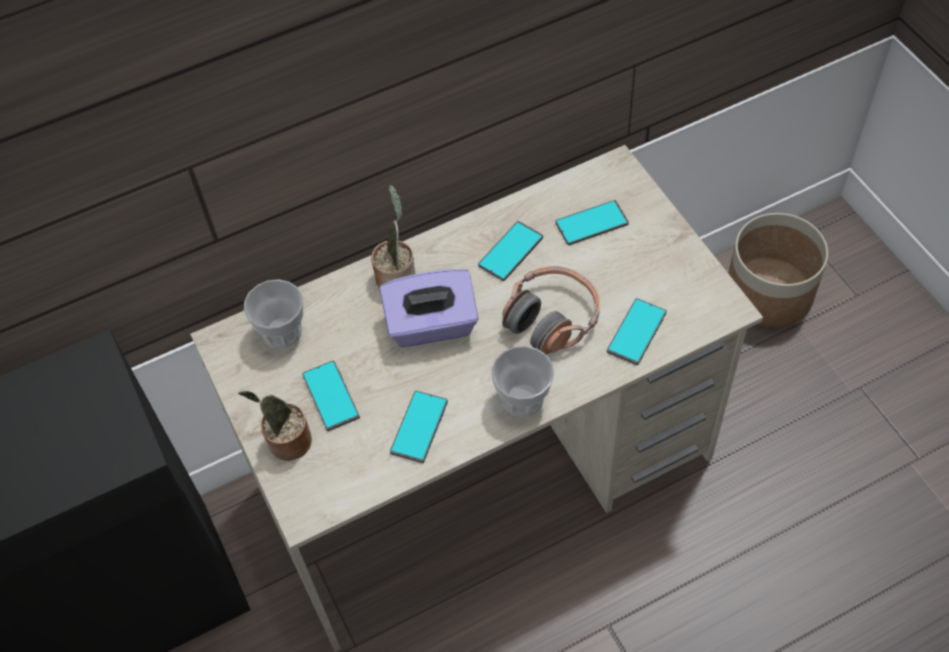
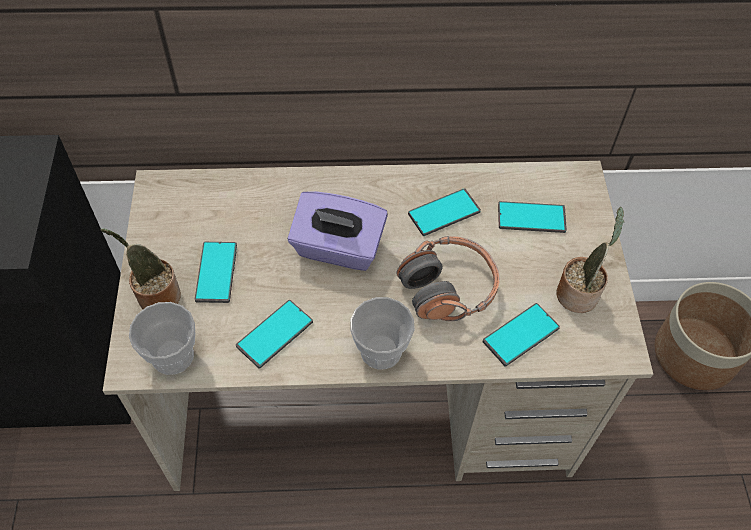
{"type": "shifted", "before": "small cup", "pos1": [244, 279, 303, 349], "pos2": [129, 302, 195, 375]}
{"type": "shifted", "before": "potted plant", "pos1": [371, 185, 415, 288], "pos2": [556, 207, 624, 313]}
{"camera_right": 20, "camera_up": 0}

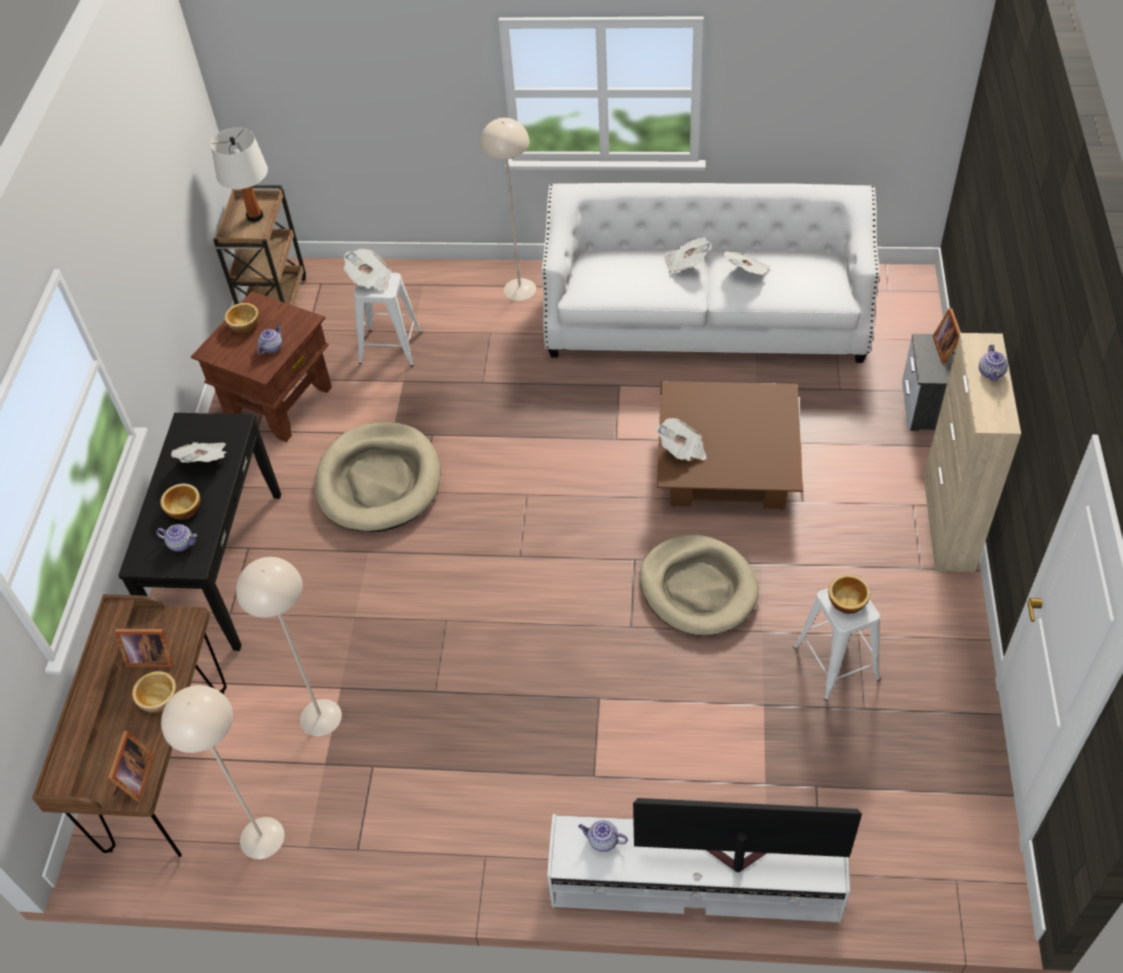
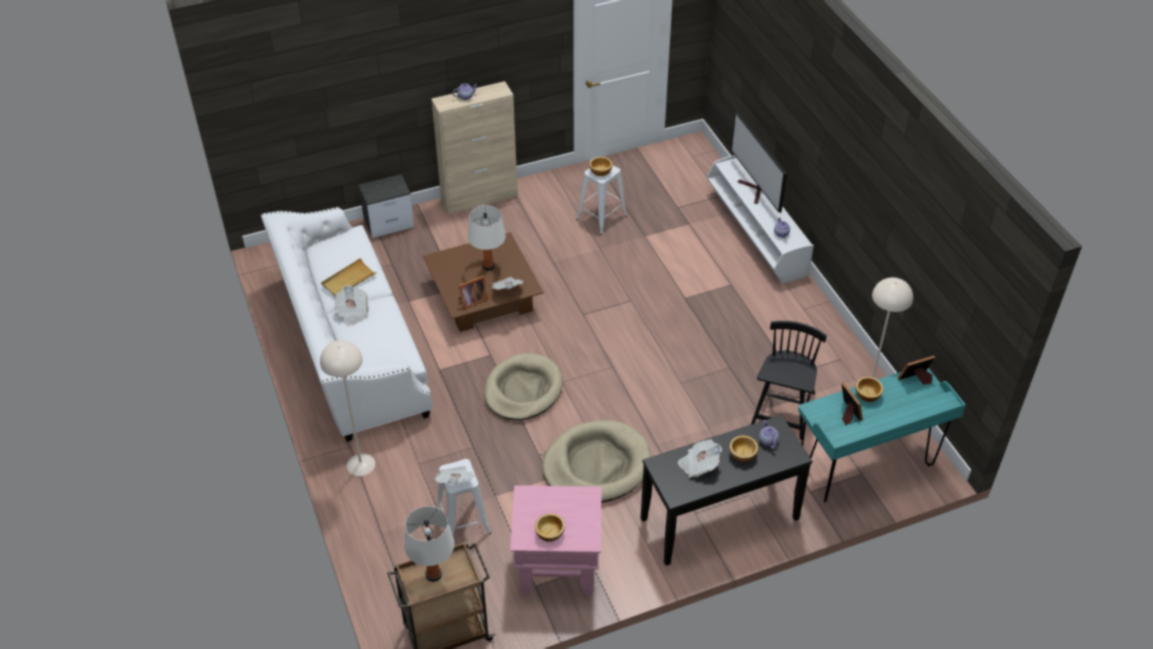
{"type": "repainted", "before": "brown-coloured desk unit", "after": "blue-green desk unit", "pos1": [32, 594, 227, 857], "pos2": [798, 368, 966, 502]}
{"type": "repainted", "before": "brown-coloured end table", "after": "pinkish end table", "pos1": [191, 291, 332, 442], "pos2": [510, 485, 601, 594]}
{"type": "swapped", "before": "sand-coloured standing lamp", "after": "blackish chair", "pos1": [236, 557, 342, 736], "pos2": [751, 321, 827, 440]}
{"type": "gone", "before": "tea pot", "pos1": [257, 323, 282, 355]}
{"type": "shifted", "before": "sand-coloured pet bed", "pos1": [640, 534, 759, 636], "pos2": [484, 353, 563, 420]}
{"type": "swapped", "before": "newspaper", "after": "sand-coloured serving tray", "pos1": [724, 251, 770, 275], "pos2": [321, 258, 377, 297]}
{"type": "shifted", "before": "standing frame", "pos1": [933, 308, 961, 364], "pos2": [459, 276, 489, 310]}
{"type": "new", "after": "whitish tabletop lamp", "pos2": [468, 205, 506, 271]}
{"camera_right": -120, "camera_up": -5}

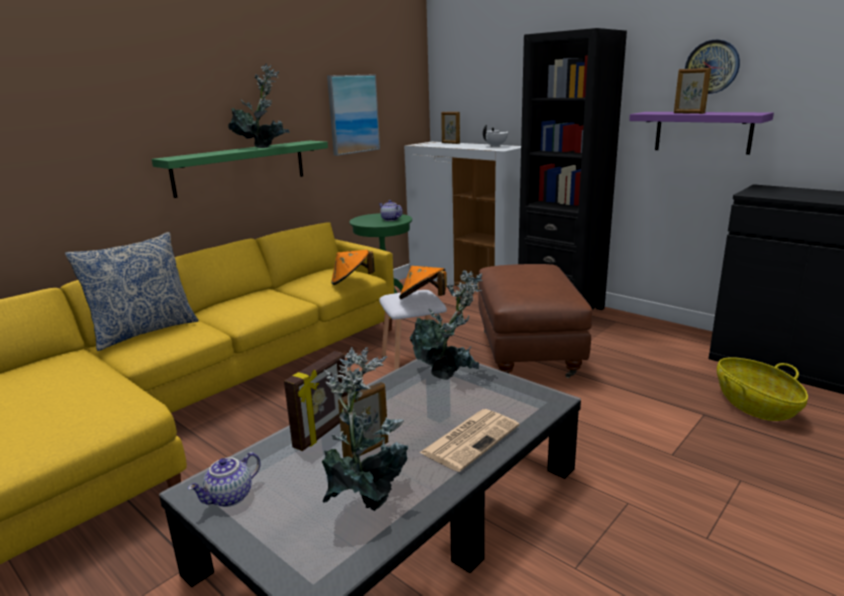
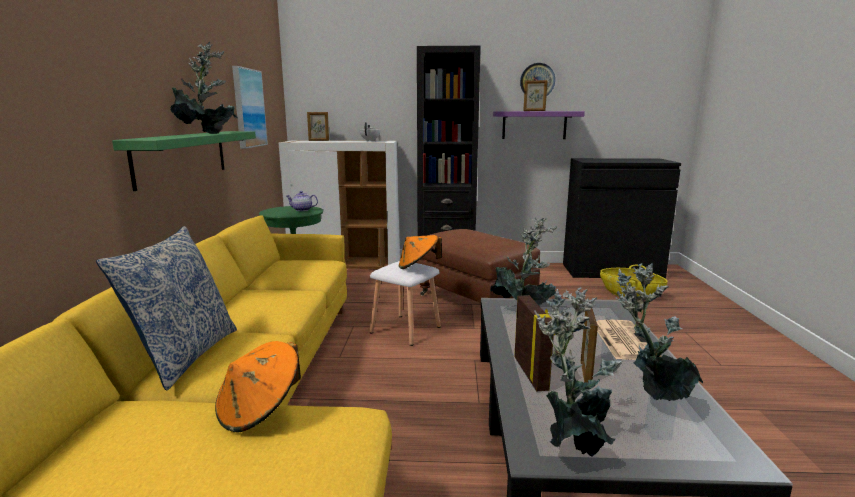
{"type": "swapped", "before": "tea pot", "after": "potted plant", "pos1": [188, 452, 261, 507], "pos2": [534, 287, 622, 457]}
{"type": "shifted", "before": "orange-coloured hat", "pos1": [331, 249, 375, 285], "pos2": [215, 341, 301, 433]}
{"camera_right": -40, "camera_up": -5}

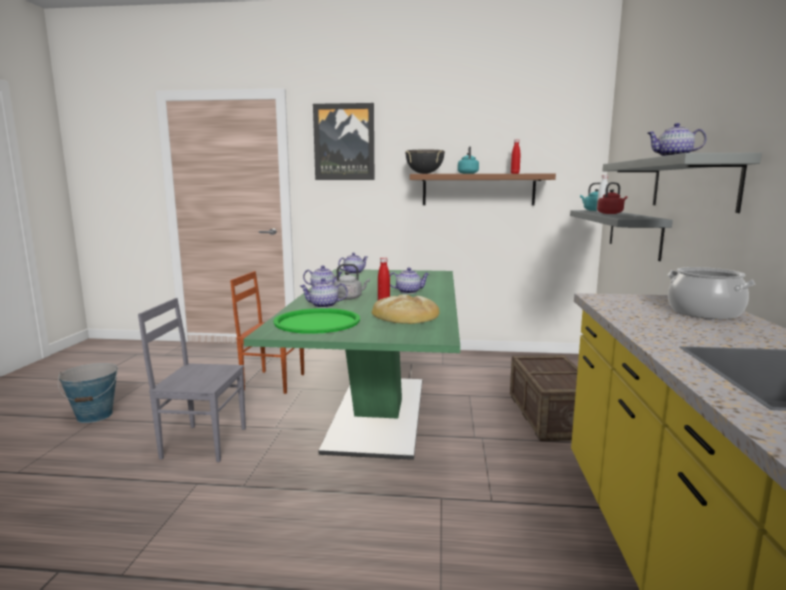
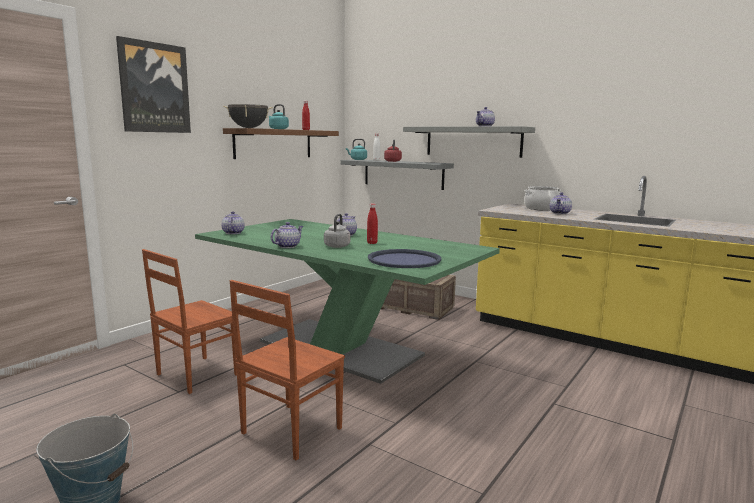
{"type": "repainted", "before": "greyish chair", "after": "brown-coloured chair", "pos1": [138, 298, 246, 462], "pos2": [230, 280, 345, 460]}
{"type": "repainted", "before": "green-coloured serving tray", "after": "blue-coloured serving tray", "pos1": [273, 308, 360, 334], "pos2": [368, 249, 441, 268]}
{"type": "shifted", "before": "tea pot", "pos1": [300, 278, 348, 308], "pos2": [550, 193, 572, 214]}
{"type": "gone", "before": "baked bread", "pos1": [371, 295, 440, 324]}
{"camera_right": -60, "camera_up": 0}

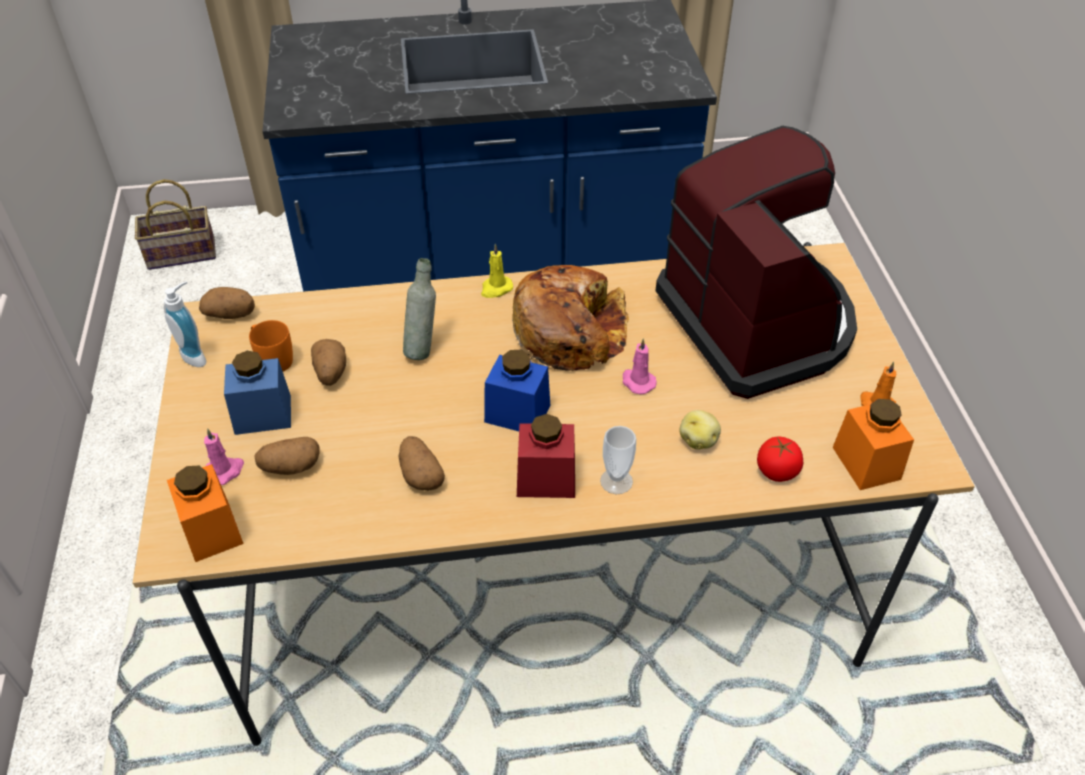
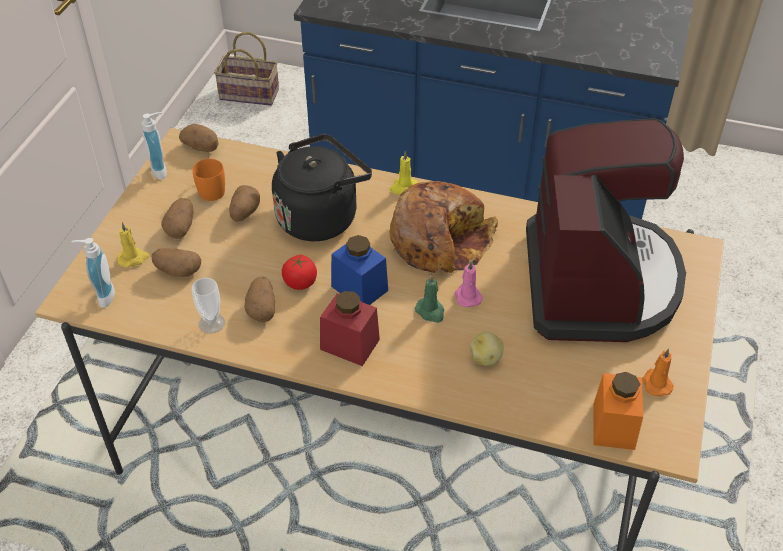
{"type": "swapped", "before": "orange-coloured jar", "after": "liquid soap bottle", "pos1": [167, 464, 244, 562], "pos2": [72, 238, 115, 308]}
{"type": "repainted", "before": "pinkish wax light", "after": "yellowish wax light", "pos1": [204, 428, 244, 485], "pos2": [117, 222, 150, 268]}
{"type": "swapped", "before": "blue-coloured jar", "after": "potato", "pos1": [224, 351, 291, 435], "pos2": [161, 198, 193, 239]}
{"type": "swapped", "before": "greyish beverage bottle", "after": "blackish water kettle", "pos1": [403, 258, 436, 360], "pos2": [272, 134, 372, 241]}
{"type": "shifted", "before": "small cup", "pos1": [600, 426, 636, 494], "pos2": [192, 278, 225, 334]}
{"type": "shifted", "before": "whole tomato", "pos1": [757, 436, 803, 482], "pos2": [282, 255, 317, 290]}
{"type": "new", "after": "green-coloured wax light", "pos2": [415, 274, 444, 323]}
{"camera_right": 25, "camera_up": 0}

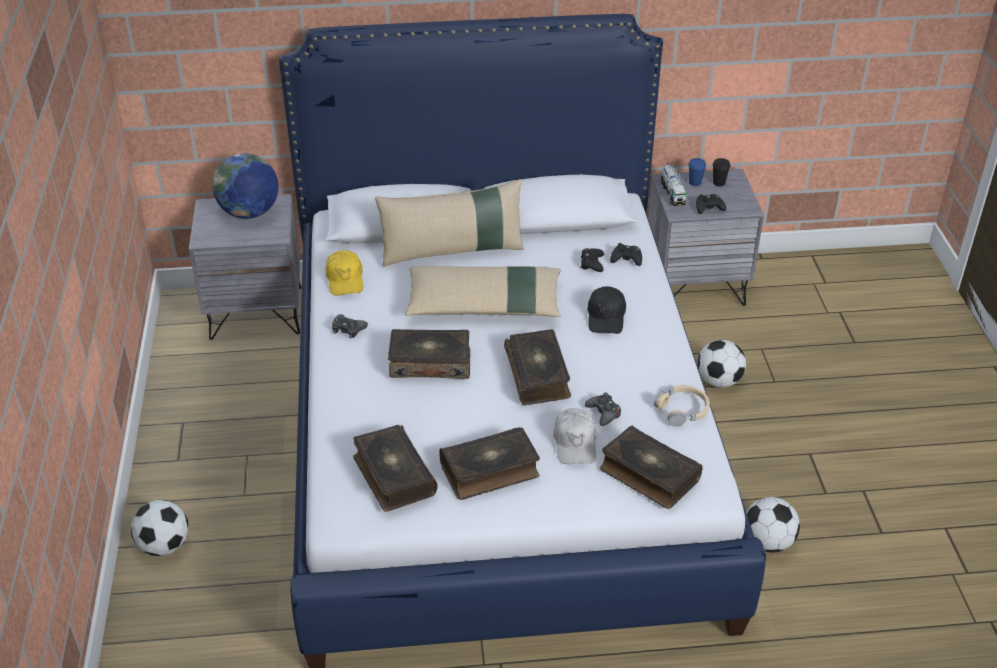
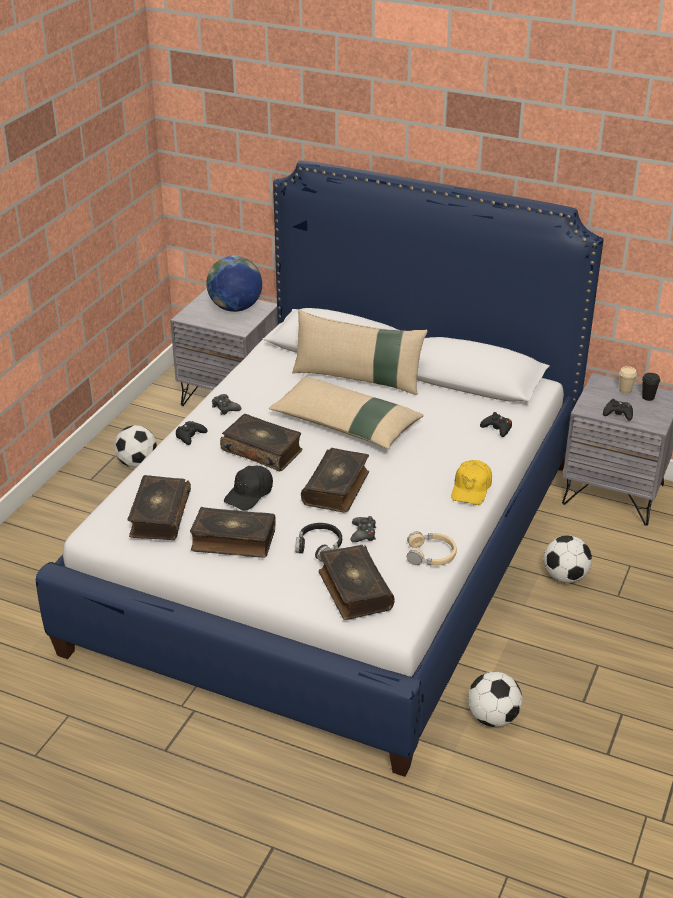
{"type": "shifted", "before": "football ball", "pos1": [131, 500, 188, 556], "pos2": [114, 425, 157, 468]}
{"type": "shifted", "before": "yellowish baseball cap", "pos1": [325, 250, 363, 296], "pos2": [451, 460, 492, 505]}
{"type": "swapped", "before": "whitish baseball cap", "after": "blackish headphones", "pos1": [553, 408, 596, 464], "pos2": [295, 523, 342, 562]}
{"type": "shifted", "before": "blackish game controller", "pos1": [580, 248, 604, 272], "pos2": [176, 421, 207, 445]}
{"type": "shifted", "before": "blackish baseball cap", "pos1": [587, 286, 626, 334], "pos2": [224, 466, 273, 510]}
{"type": "gone", "before": "model truck", "pos1": [661, 163, 687, 206]}
{"type": "repainted", "before": "blue-coloured small cup", "after": "sand-coloured small cup", "pos1": [688, 158, 706, 186], "pos2": [619, 366, 637, 394]}
{"camera_right": 30, "camera_up": -5}

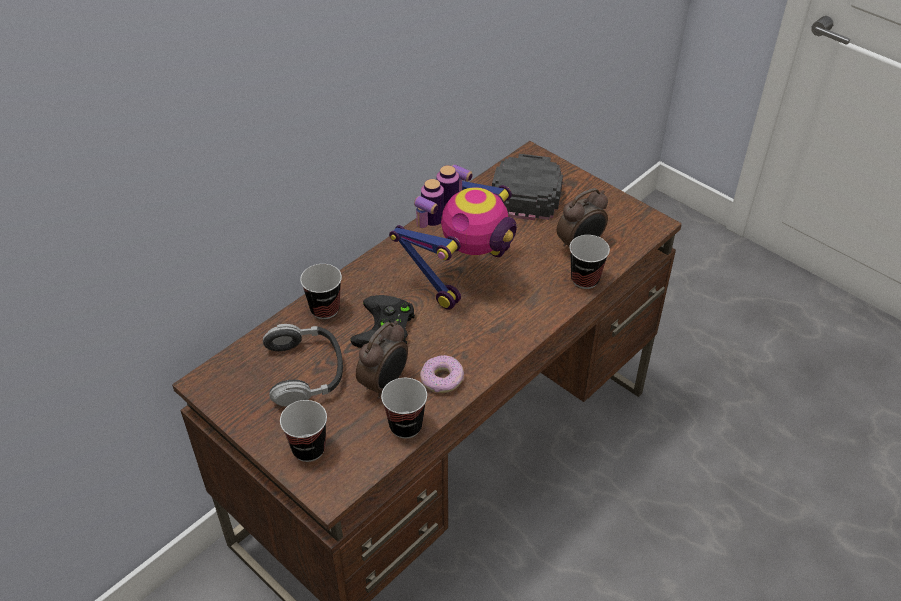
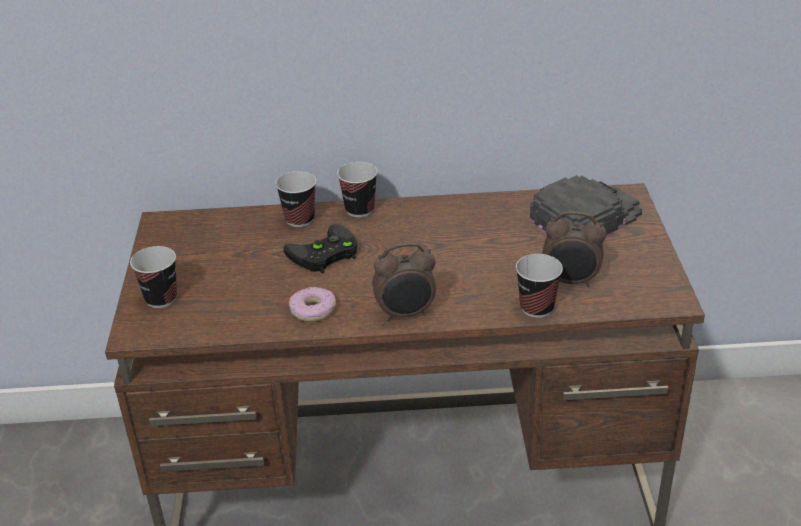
{"type": "gone", "before": "headphones", "pos1": [263, 324, 343, 407]}
{"type": "shifted", "before": "bedside clock", "pos1": [356, 321, 408, 399], "pos2": [372, 242, 436, 321]}
{"type": "shifted", "before": "small cup", "pos1": [381, 378, 427, 439], "pos2": [337, 162, 378, 217]}
{"type": "gone", "before": "model robot", "pos1": [389, 164, 517, 310]}
{"camera_right": 45, "camera_up": -10}

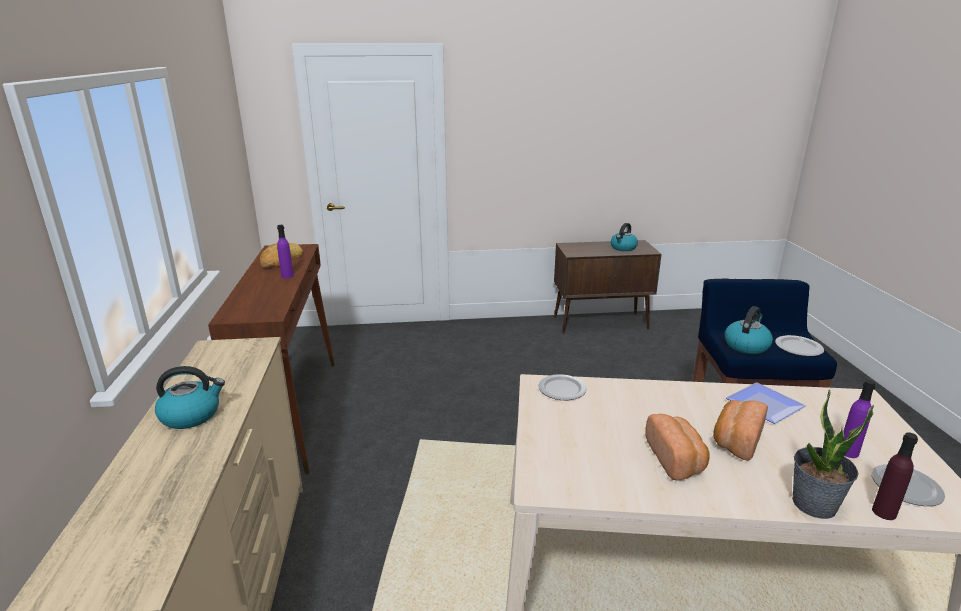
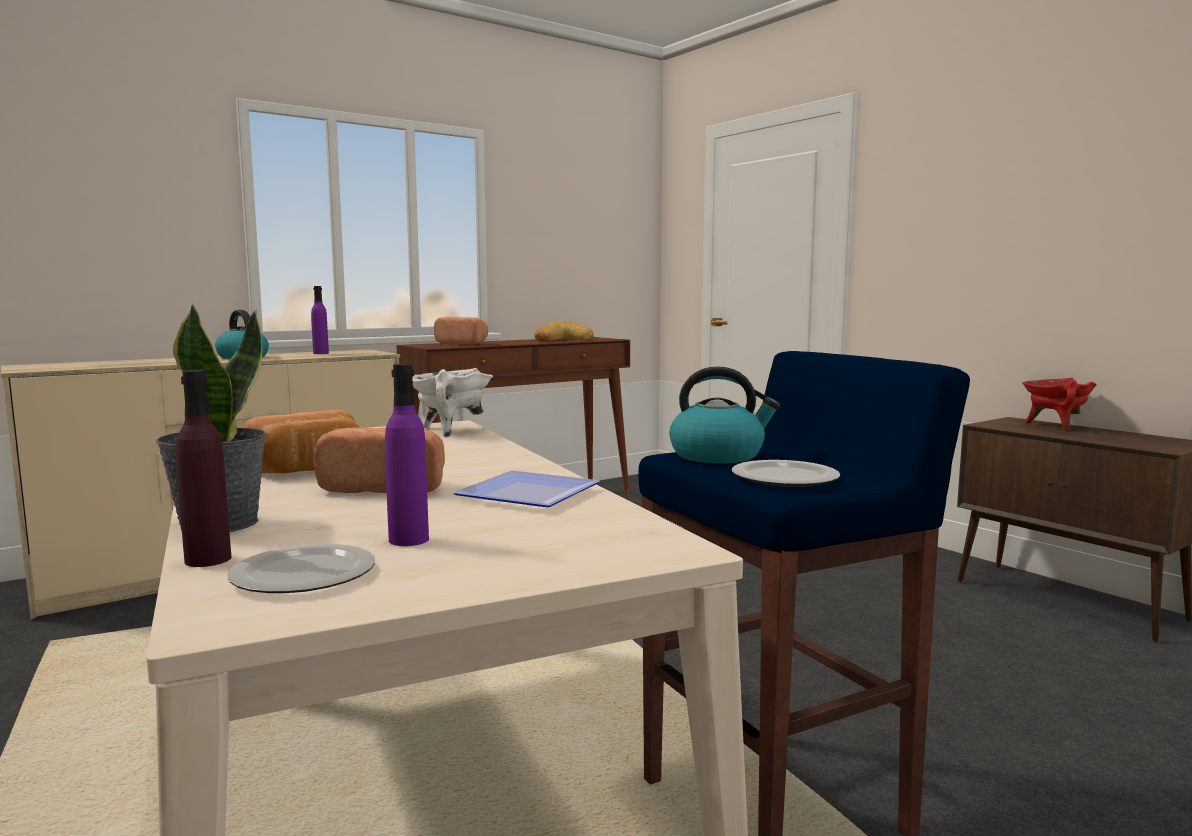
{"type": "shifted", "before": "purplish beverage bottle", "pos1": [277, 225, 294, 278], "pos2": [311, 286, 329, 354]}
{"type": "swapped", "before": "flat dish", "after": "whitish stockpot", "pos1": [538, 374, 587, 400], "pos2": [412, 368, 493, 438]}
{"type": "gone", "before": "water kettle", "pos1": [611, 223, 638, 251]}
{"type": "new", "after": "baked bread", "pos2": [434, 317, 488, 344]}
{"type": "new", "after": "red-coloured stockpot", "pos2": [1022, 378, 1097, 431]}
{"camera_right": 60, "camera_up": -15}

